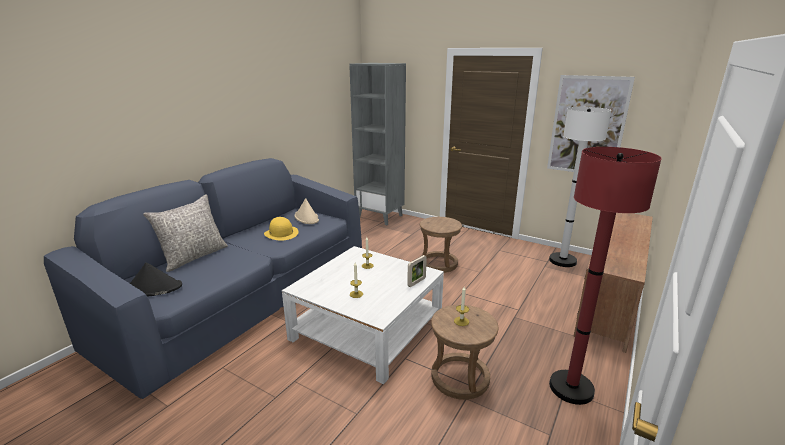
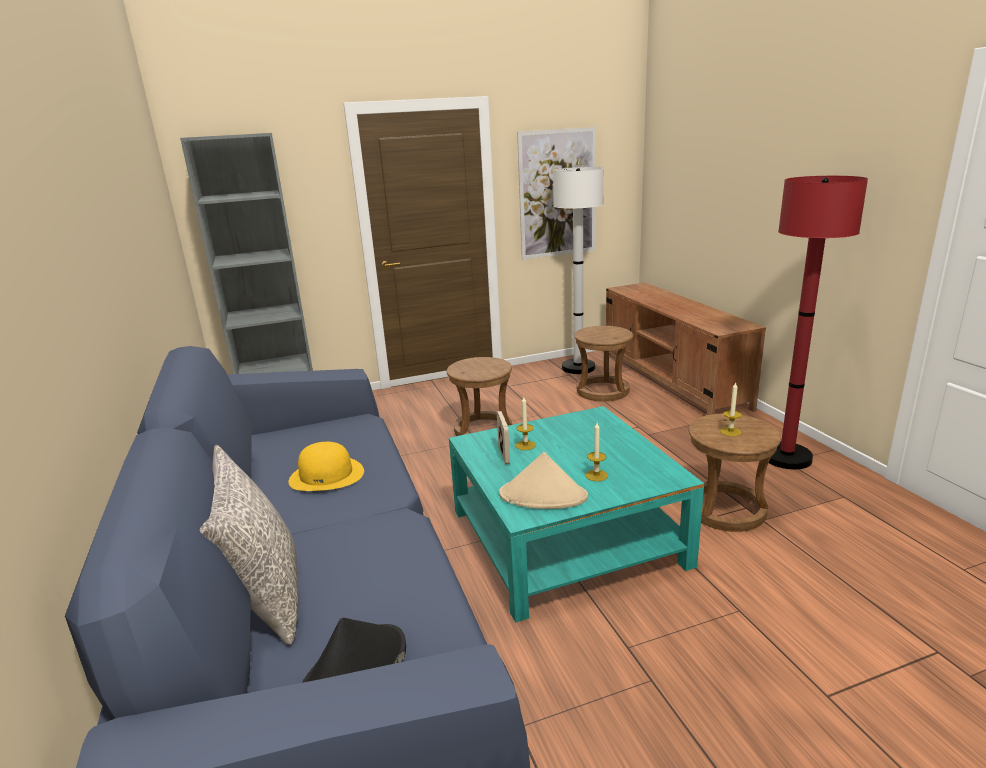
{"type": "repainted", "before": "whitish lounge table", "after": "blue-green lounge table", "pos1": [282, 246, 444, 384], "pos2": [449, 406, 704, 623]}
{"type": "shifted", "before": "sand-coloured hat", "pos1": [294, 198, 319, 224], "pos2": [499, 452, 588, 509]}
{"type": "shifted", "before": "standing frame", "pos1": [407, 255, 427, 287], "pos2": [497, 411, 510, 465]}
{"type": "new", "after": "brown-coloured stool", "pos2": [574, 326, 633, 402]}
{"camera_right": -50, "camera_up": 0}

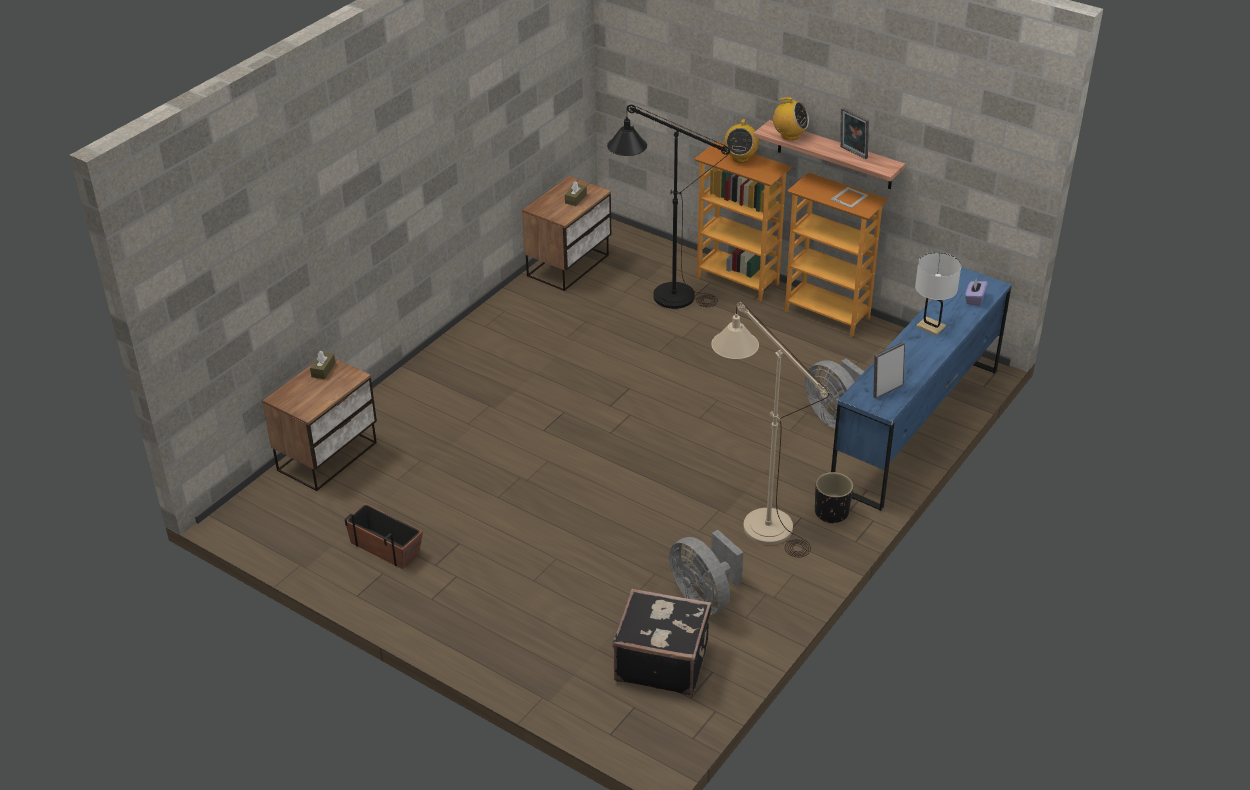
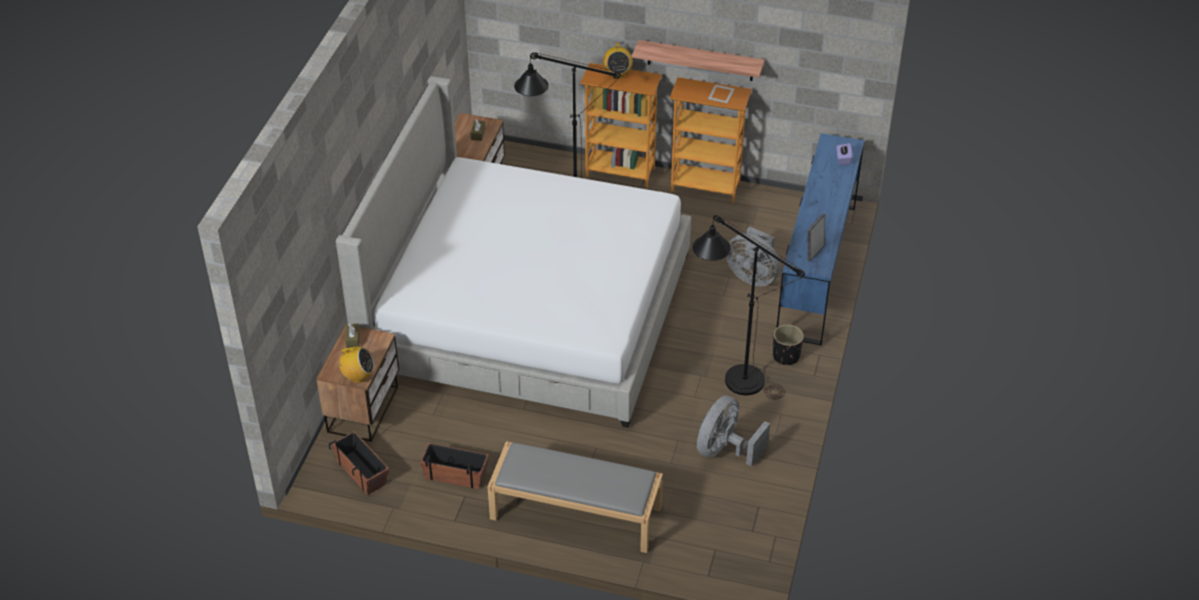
{"type": "gone", "before": "blackish suitcase", "pos1": [612, 588, 711, 695]}
{"type": "rotated", "before": "greyish fan", "pos1": [669, 530, 743, 615], "pos2": [697, 395, 770, 467], "turn": 90}
{"type": "repainted", "before": "sand-coloured standing lamp", "after": "blackish standing lamp", "pos1": [711, 301, 829, 557], "pos2": [692, 215, 805, 400]}
{"type": "shifted", "before": "radio set", "pos1": [773, 97, 809, 140], "pos2": [335, 347, 374, 383]}
{"type": "gone", "before": "standing frame", "pos1": [840, 108, 869, 159]}
{"type": "gone", "before": "whitish tabletop lamp", "pos1": [915, 253, 961, 336]}
{"type": "new", "after": "planter", "pos2": [329, 431, 389, 495]}
{"type": "new", "after": "sleeping bed", "pos2": [336, 76, 692, 428]}
{"type": "new", "after": "greyish long seat", "pos2": [488, 441, 663, 553]}
{"camera_right": -20, "camera_up": 5}

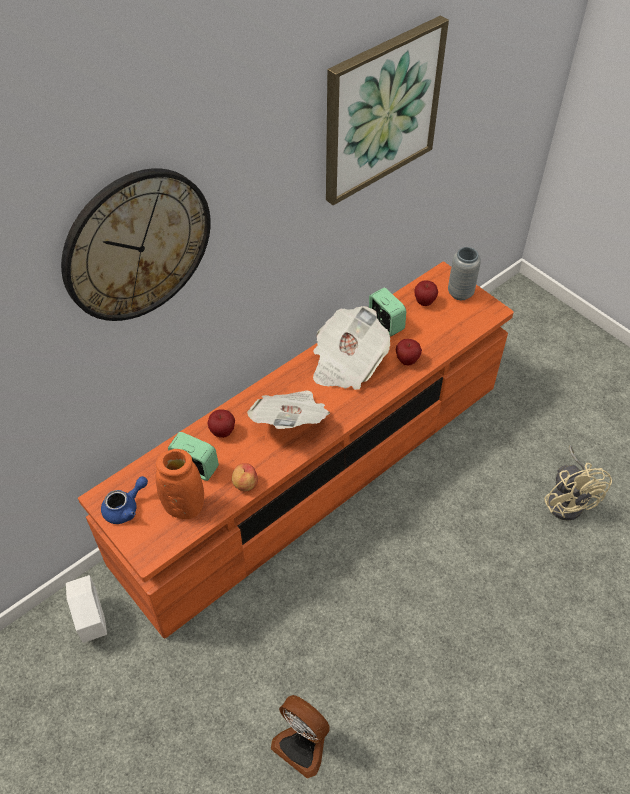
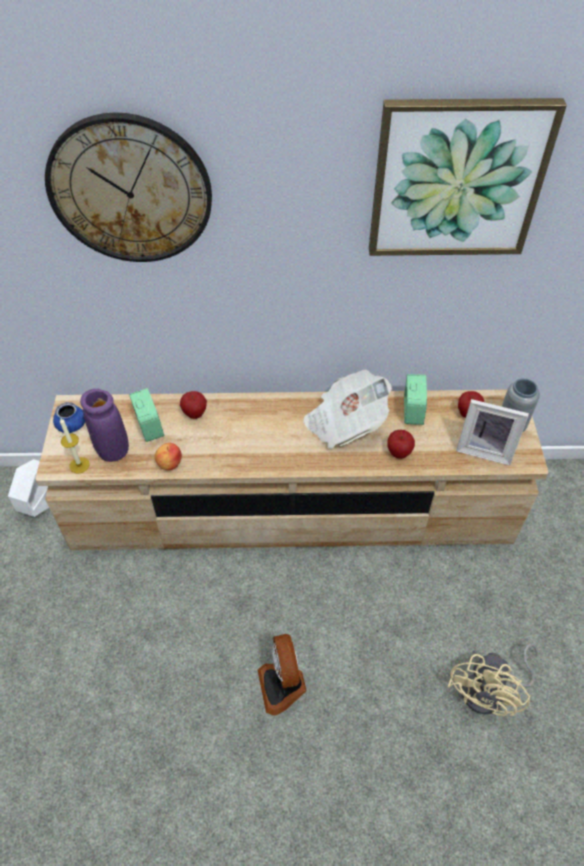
{"type": "repainted", "before": "orange-coloured media console", "after": "sand-coloured media console", "pos1": [78, 261, 514, 638], "pos2": [35, 390, 548, 550]}
{"type": "repainted", "before": "orange-coloured flower vase", "after": "purplish flower vase", "pos1": [156, 449, 204, 519], "pos2": [80, 389, 129, 462]}
{"type": "gone", "before": "newspaper", "pos1": [247, 390, 330, 429]}
{"type": "shifted", "before": "fan", "pos1": [271, 695, 330, 779], "pos2": [257, 634, 306, 716]}
{"type": "new", "after": "wax light", "pos2": [60, 418, 90, 474]}
{"type": "new", "after": "standing frame", "pos2": [456, 399, 529, 466]}
{"camera_right": 40, "camera_up": 0}

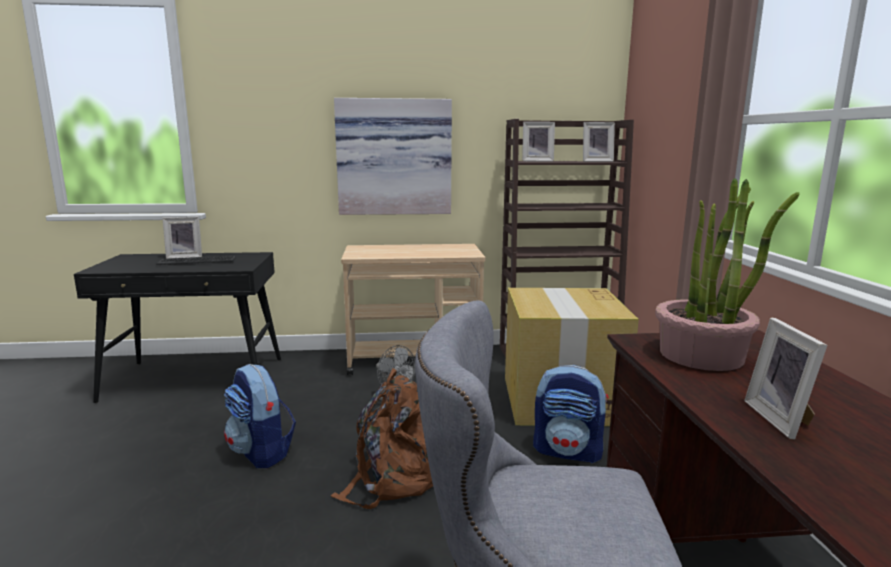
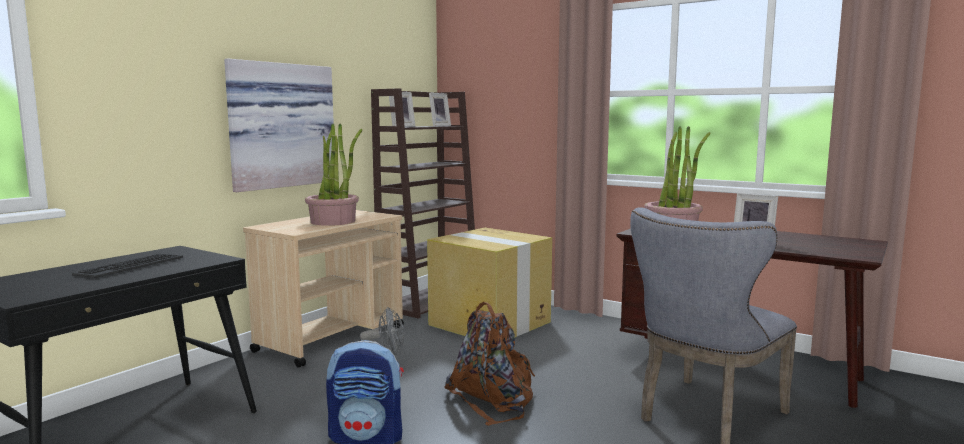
{"type": "gone", "before": "standing frame", "pos1": [162, 217, 202, 259]}
{"type": "gone", "before": "backpack", "pos1": [533, 365, 609, 463]}
{"type": "new", "after": "potted plant", "pos2": [305, 123, 362, 226]}
{"camera_right": -50, "camera_up": -5}

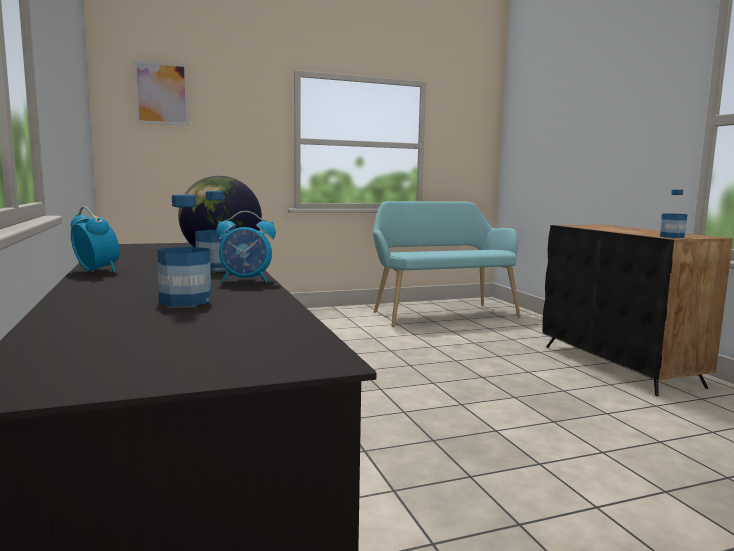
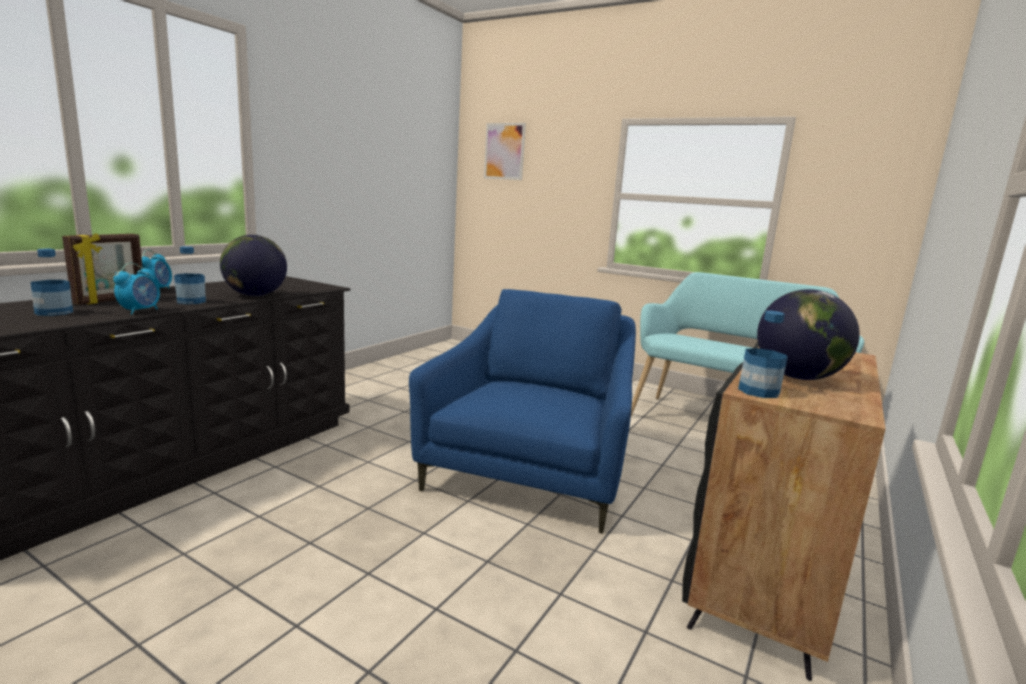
{"type": "rotated", "before": "bedside clock", "pos1": [216, 211, 276, 282], "pos2": [113, 263, 160, 315], "turn": -120}
{"type": "new", "after": "standing frame", "pos2": [62, 233, 143, 305]}
{"type": "new", "after": "blue-coloured lounge chair", "pos2": [409, 289, 636, 534]}
{"type": "new", "after": "desk globe", "pos2": [757, 289, 860, 380]}
{"camera_right": 50, "camera_up": 5}

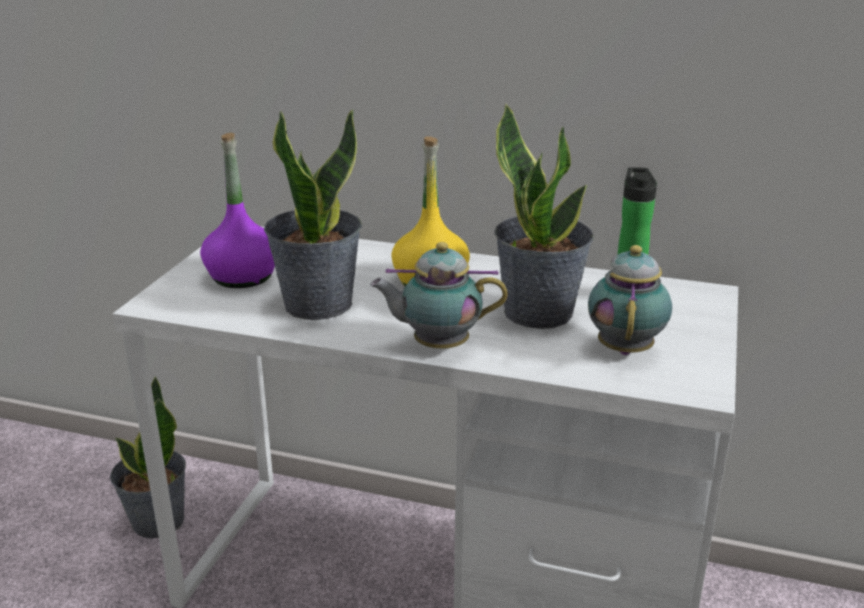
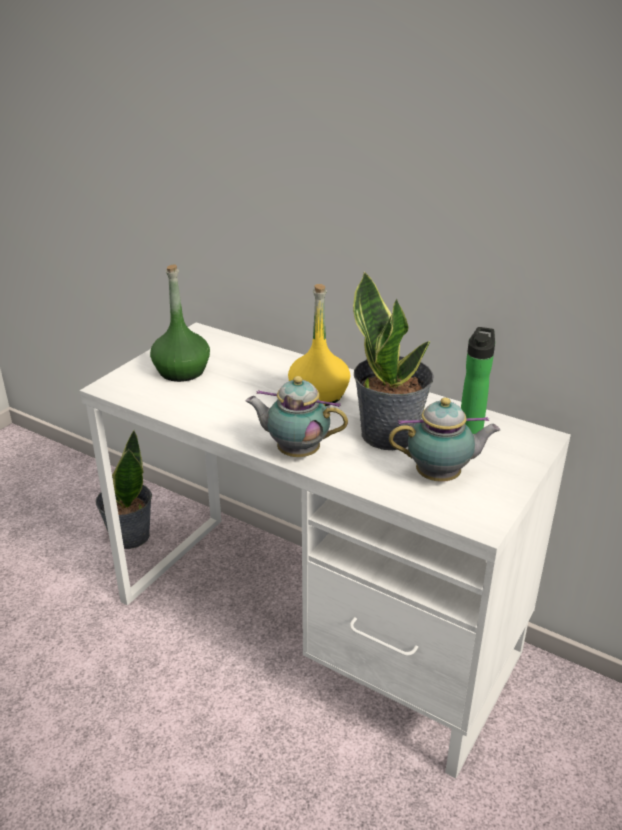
{"type": "repainted", "before": "purplish beverage bottle", "after": "green-coloured beverage bottle", "pos1": [200, 133, 275, 288], "pos2": [150, 264, 210, 382]}
{"type": "gone", "before": "potted plant", "pos1": [264, 109, 362, 320]}
{"type": "rotated", "before": "tea pot", "pos1": [588, 245, 672, 355], "pos2": [389, 397, 500, 482], "turn": 60}
{"camera_right": 15, "camera_up": 5}

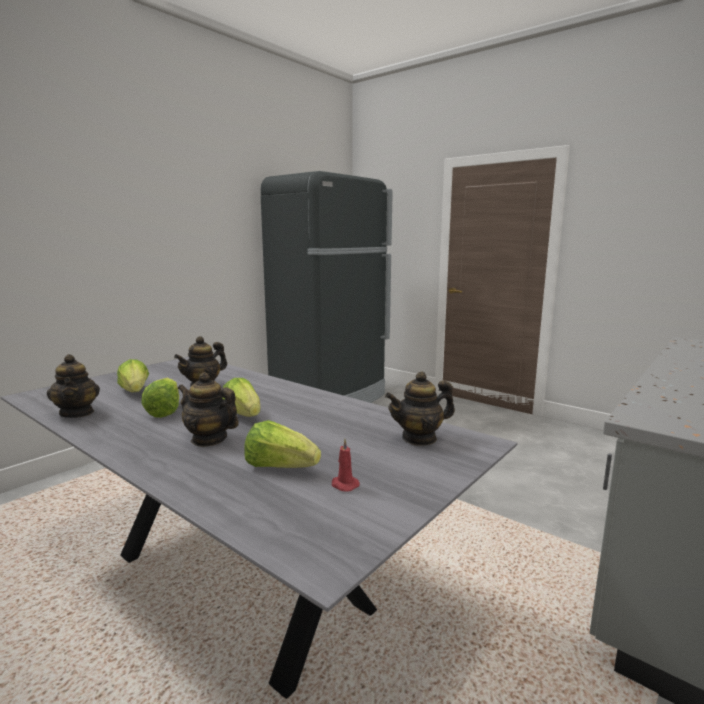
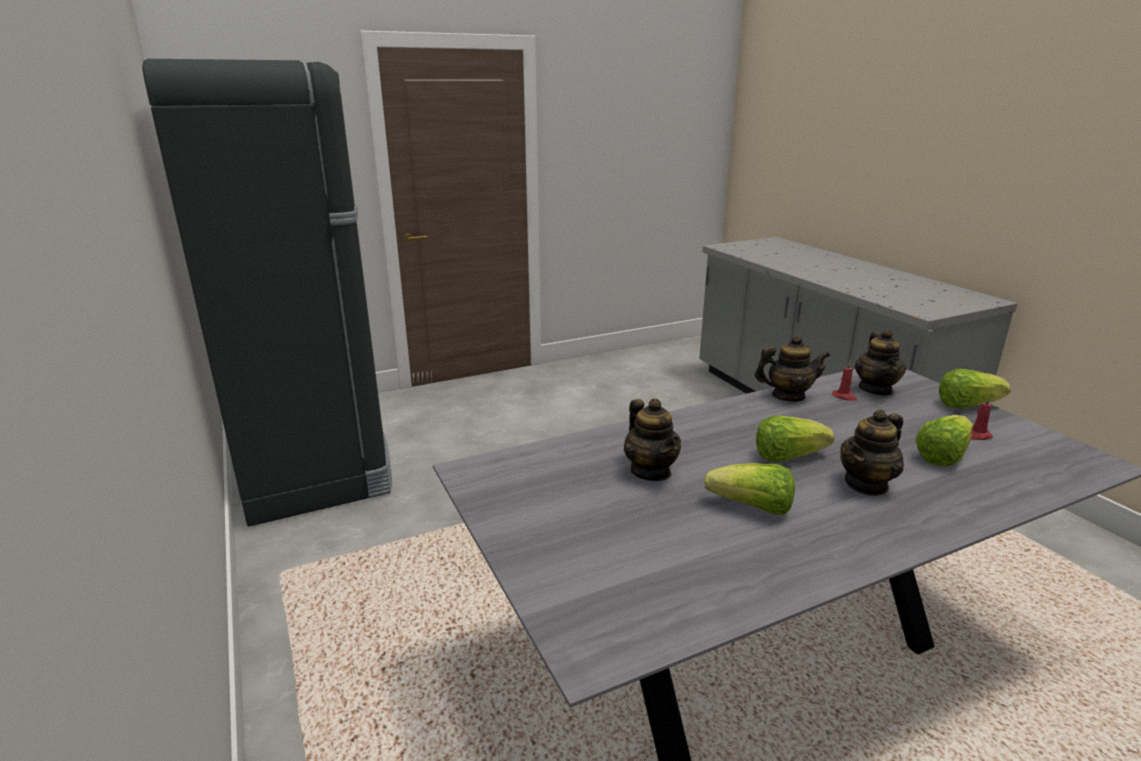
{"type": "shifted", "before": "tea pot", "pos1": [47, 354, 100, 418], "pos2": [755, 335, 831, 402]}
{"type": "shifted", "before": "lettuce head", "pos1": [117, 359, 149, 392], "pos2": [939, 369, 1011, 409]}
{"type": "new", "after": "red-coloured wax light", "pos2": [832, 361, 857, 401]}
{"camera_right": -65, "camera_up": 10}

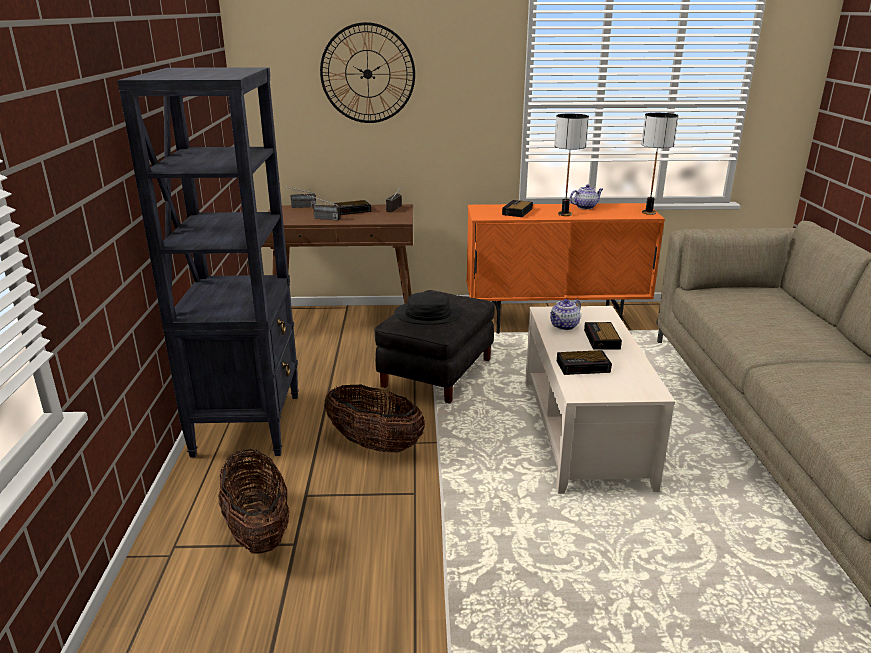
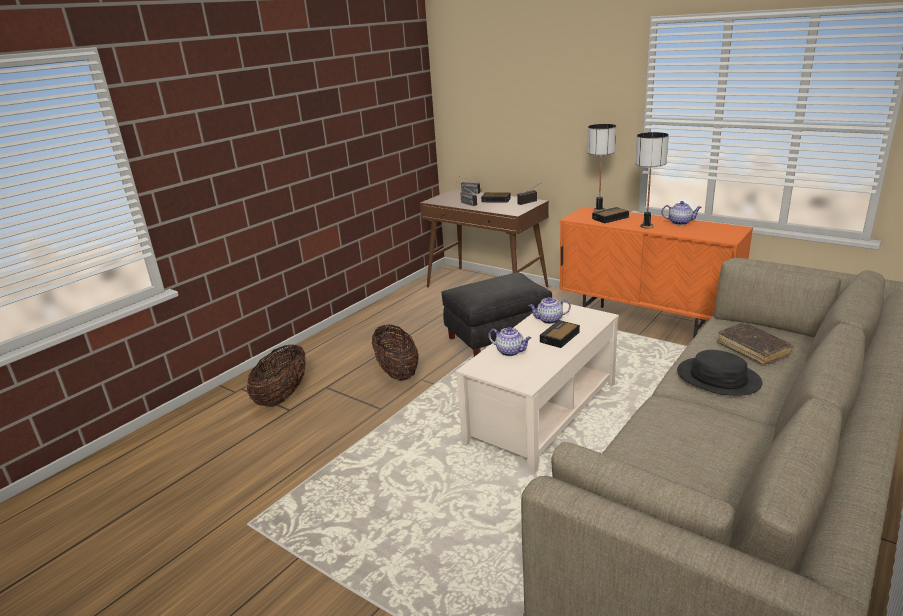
{"type": "gone", "before": "blackish bookshelf", "pos1": [117, 67, 299, 457]}
{"type": "gone", "before": "wall clock", "pos1": [320, 22, 415, 123]}
{"type": "shifted", "before": "blackish hat", "pos1": [394, 292, 462, 325], "pos2": [677, 350, 762, 396]}
{"type": "swapped", "before": "bedside clock", "after": "tea pot", "pos1": [557, 350, 612, 375], "pos2": [488, 327, 531, 356]}
{"type": "shifted", "before": "tabletop lamp", "pos1": [641, 113, 678, 215], "pos2": [587, 124, 616, 212]}
{"type": "new", "after": "brown-coloured book", "pos2": [717, 322, 794, 366]}
{"camera_right": 40, "camera_up": 0}

